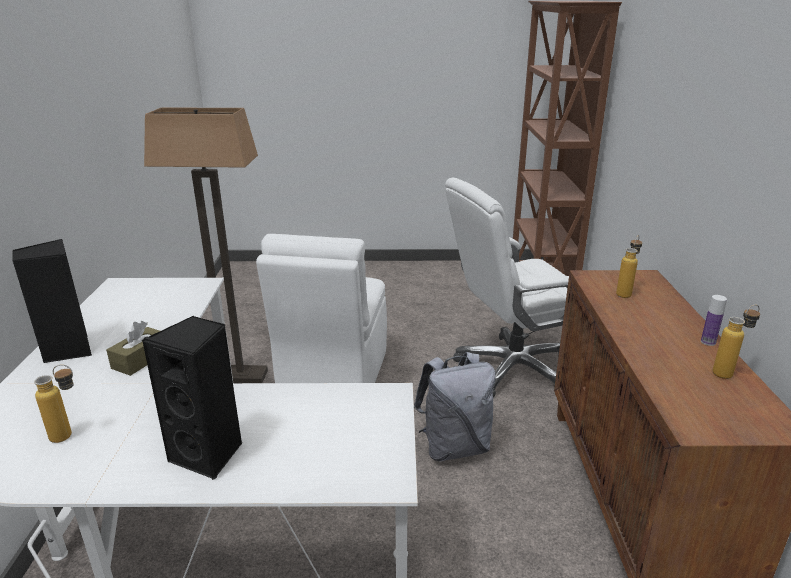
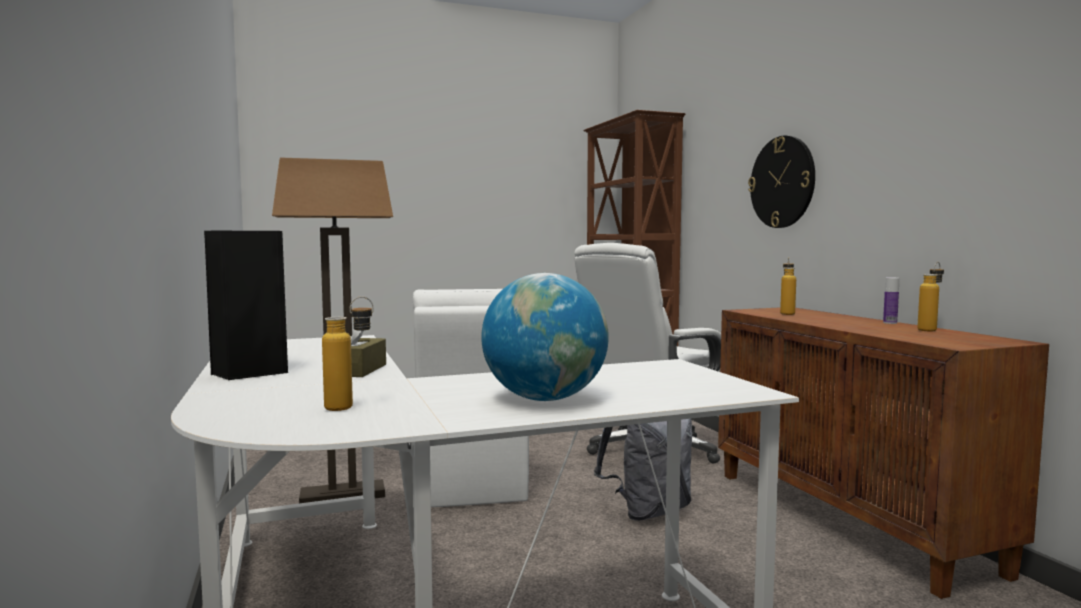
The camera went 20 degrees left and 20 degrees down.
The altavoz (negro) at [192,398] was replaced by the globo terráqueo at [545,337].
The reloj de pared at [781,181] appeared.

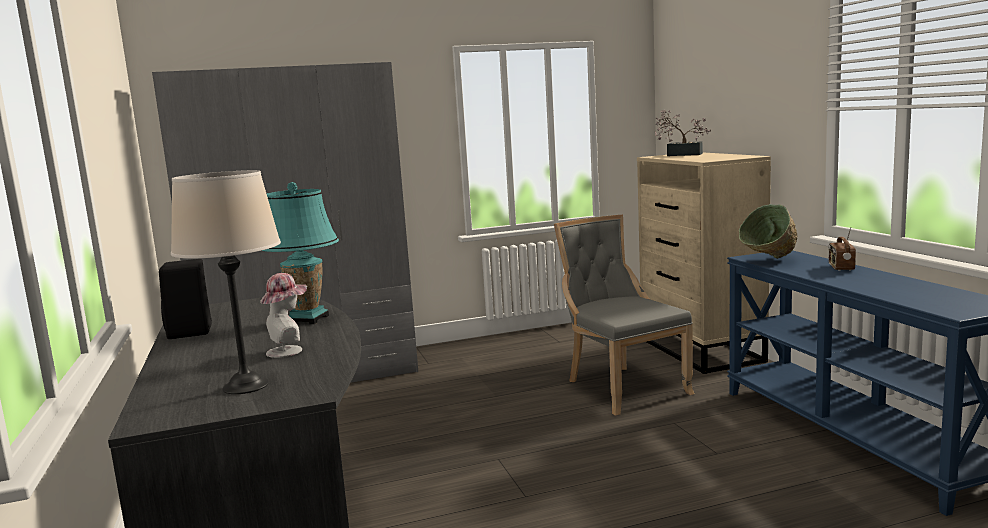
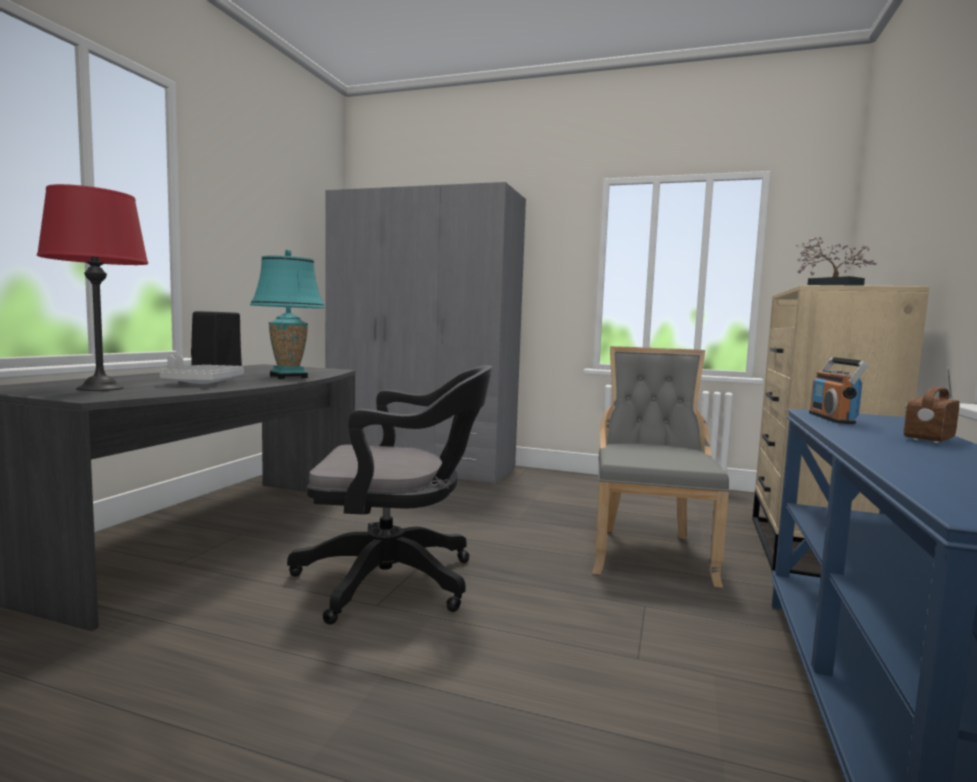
The camera went 35 degrees right and 5 degrees down.
The lámpara de mesa (beis) at [226,282] became the lámpara de mesa (rojo) at [92,287].
The cuenco (verde) at [768,231] was replaced by the radio at [839,390].
The sombrero at [283,315] was replaced by the bandeja (gris) at [201,369].
The silla de oficina (negro) at [389,495] appeared.

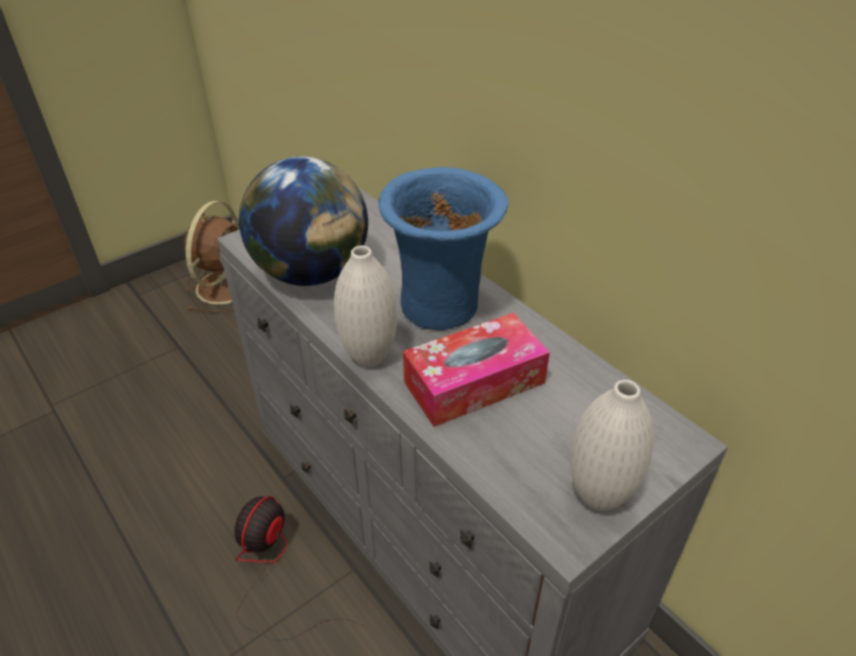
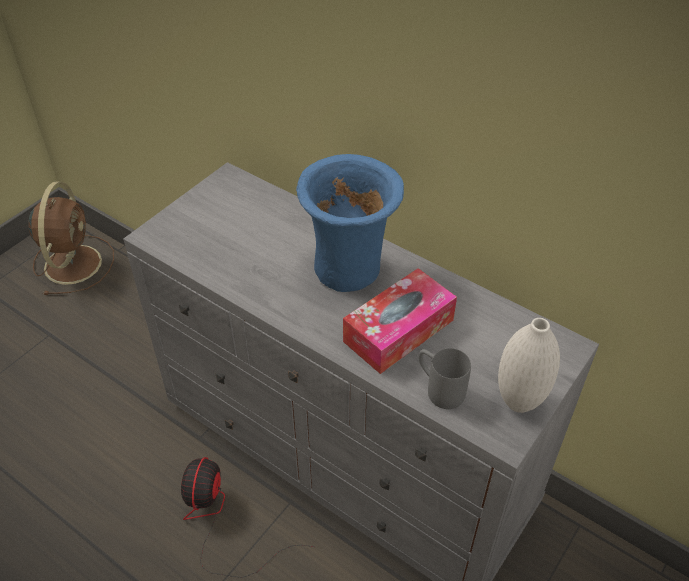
The camera went 15 degrees left and 5 degrees up.
The globo terráqueo at [303,221] disappeared.
The florero (blanco) at [365,306] disappeared.
The taza grande (gris) at [445,378] appeared.

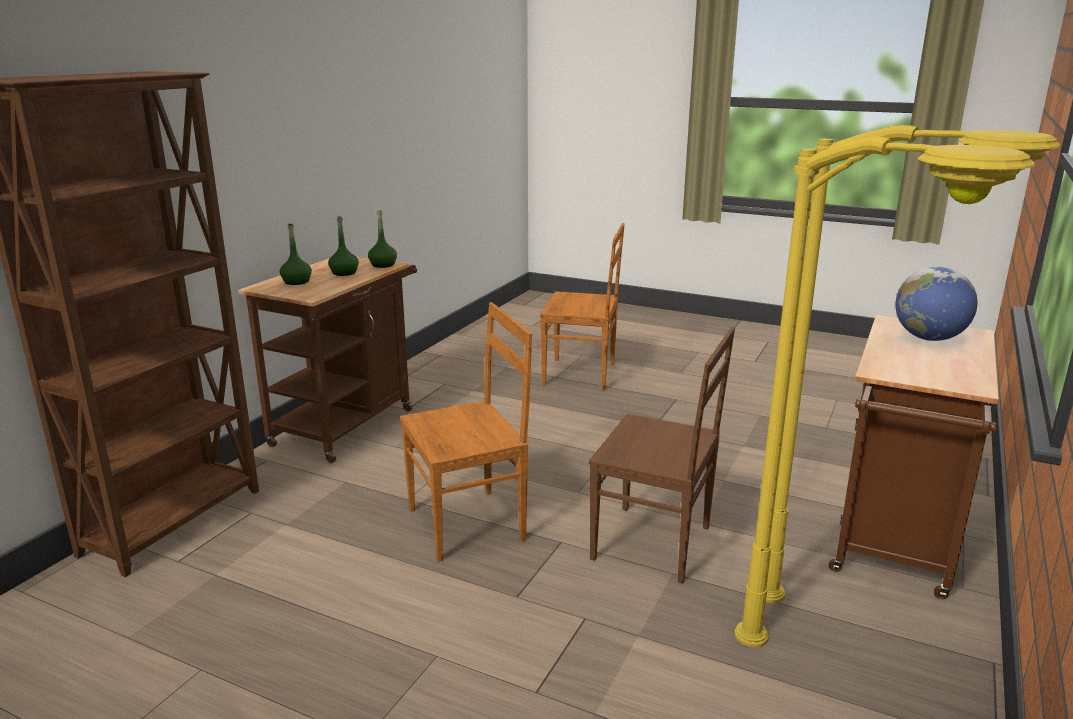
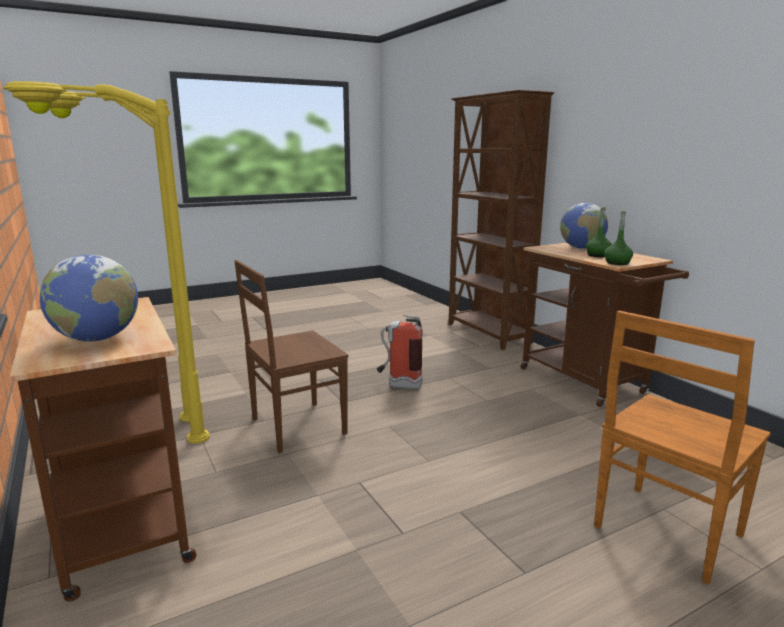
The camera went 125 degrees right and 5 degrees down.
The botella (verde) at [295,254] was replaced by the globo terráqueo at [584,226].
The silla (marrón) at [466,432] was replaced by the extintor at [400,352].

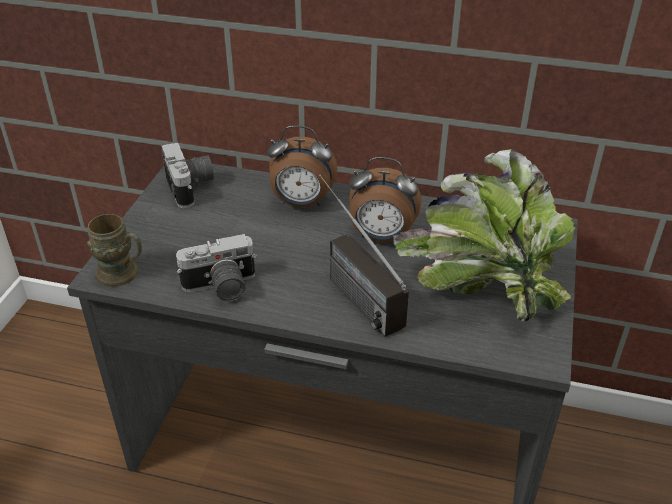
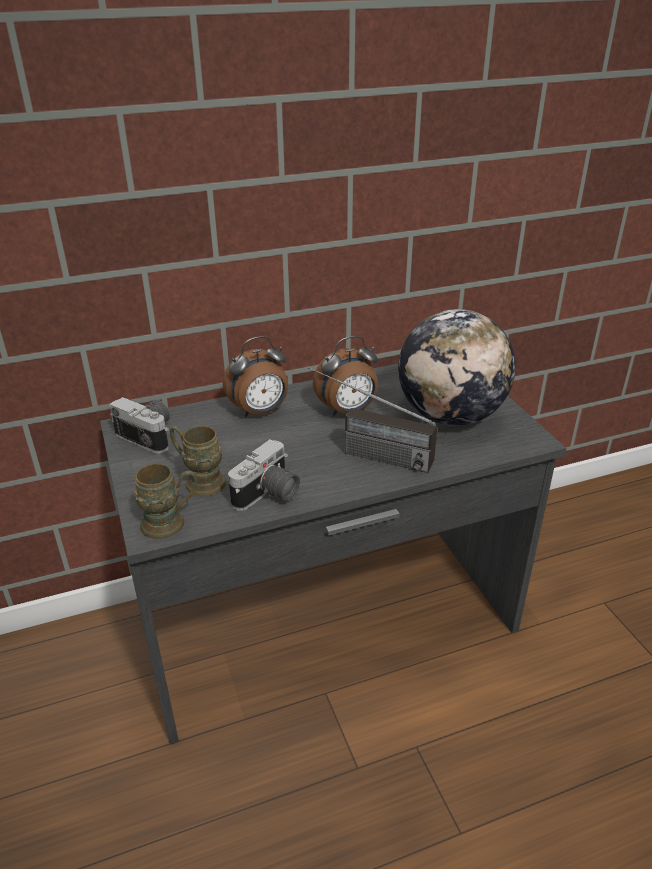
The camera went 35 degrees left and 5 degrees down.
The planta en maceta at [484,235] was replaced by the globo terráqueo at [457,367].
The taza grande (marrón) at [198,461] appeared.

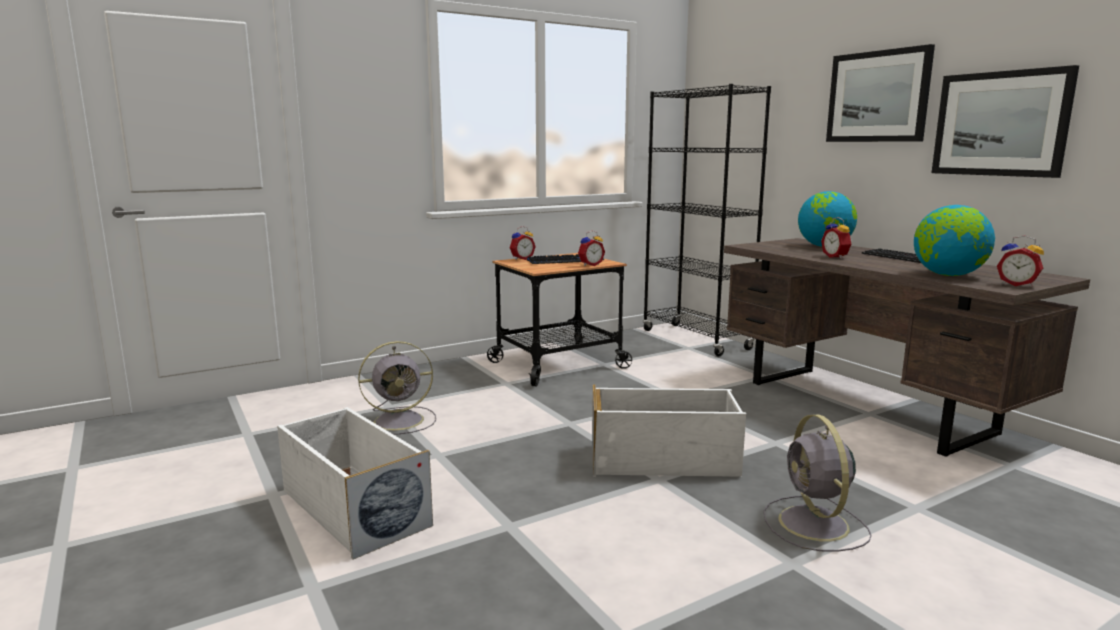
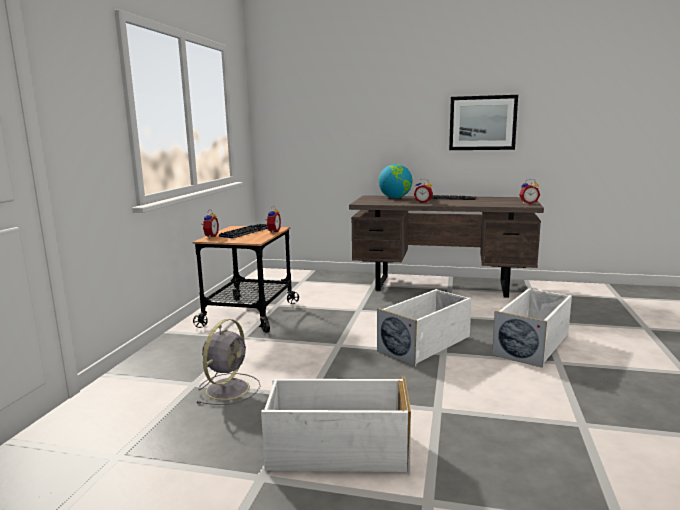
The camera went 45 degrees left and 0 degrees up.
The cuadro at [880,93] disappeared.
The estantería (negro) at [707,220] disappeared.
The globo terráqueo at [954,240] disappeared.
The ventilador (gris) at [818,483] was replaced by the caja de almacenaje (blanco) at [532,328].

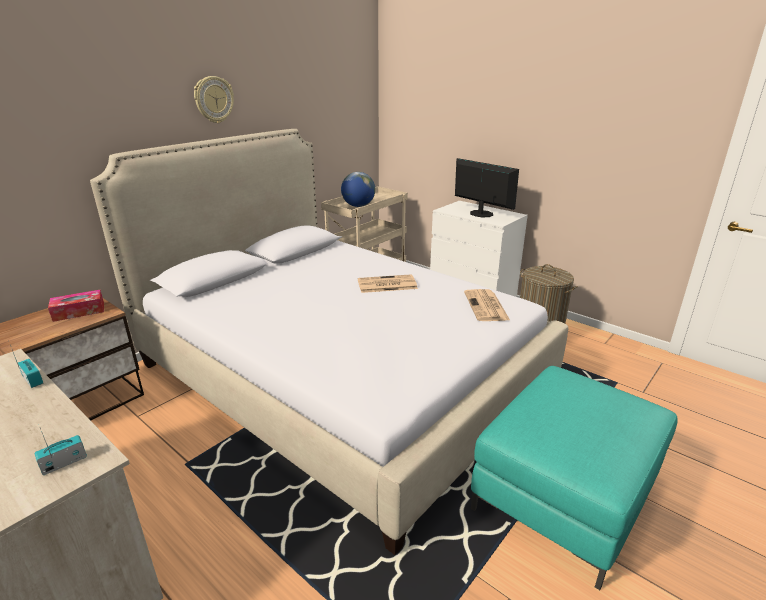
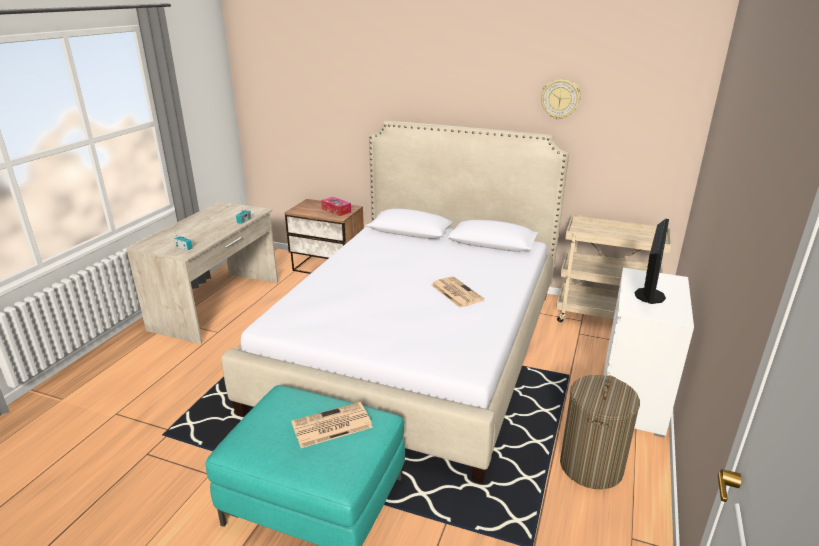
The camera went 70 degrees right and 0 degrees up.
The reloj de pared moved from [214,99] to [561,99].
The globo terráqueo at [358,189] disappeared.
The periódico moved from [487,305] to [332,425].

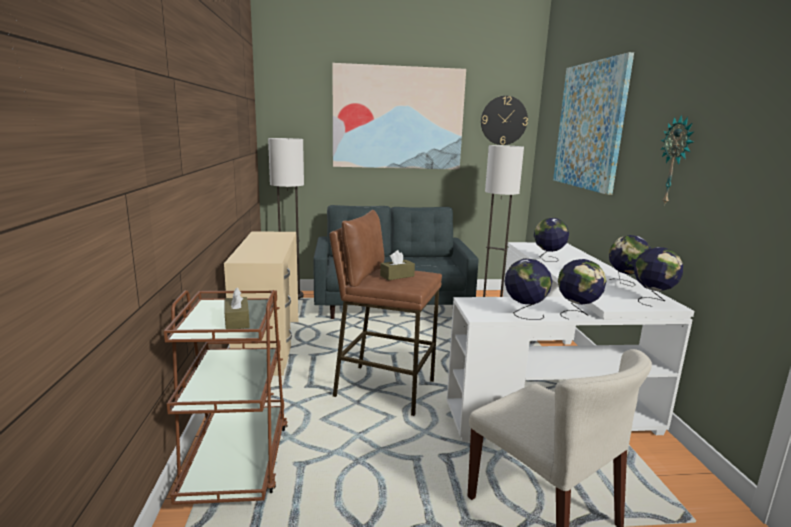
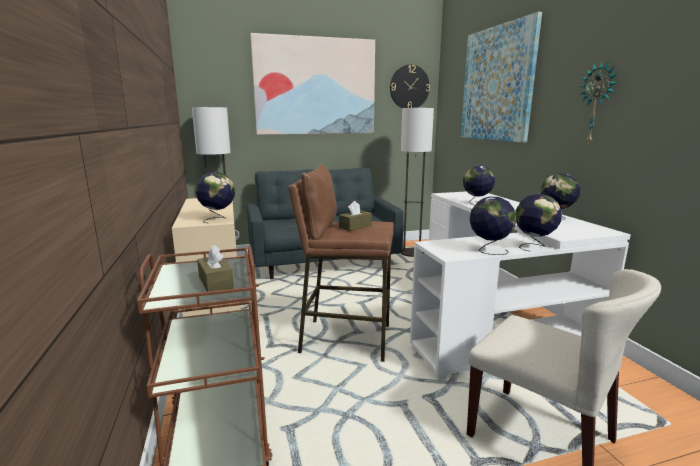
The camera went 10 degrees left and 0 degrees up.
The globo terráqueo moved from [658,277] to [215,197].

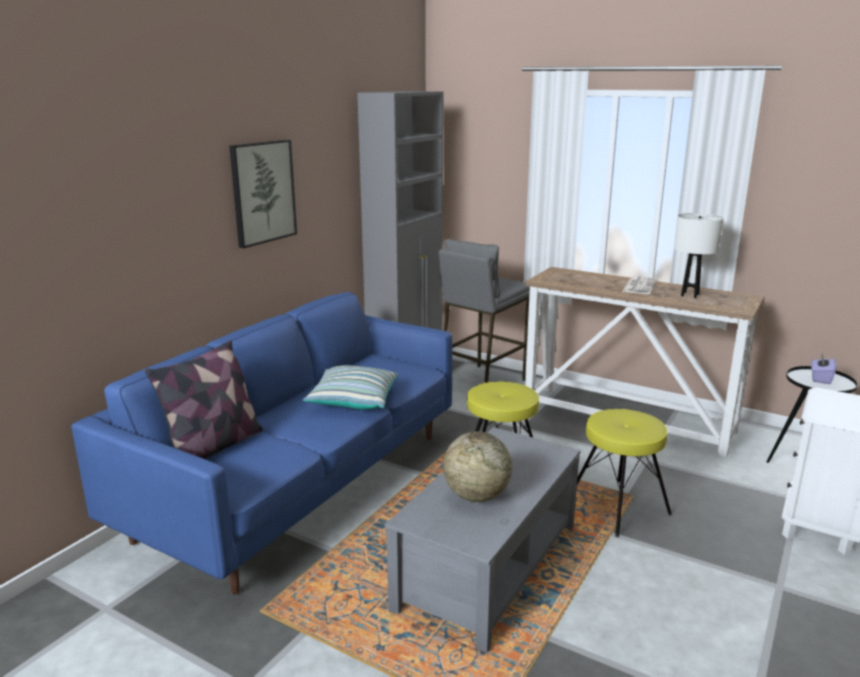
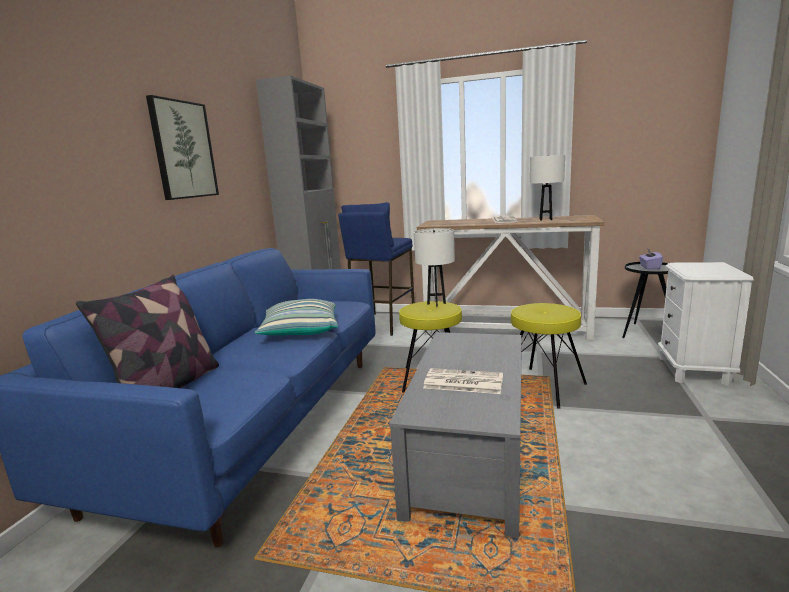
The camera went 15 degrees left and 5 degrees down.
The taburete (gris) at [484,311] became the taburete (azul) at [376,269].
The globo terráqueo at [477,466] was replaced by the periódico at [463,381].
The lámpara de mesa (blanco) at [434,267] appeared.

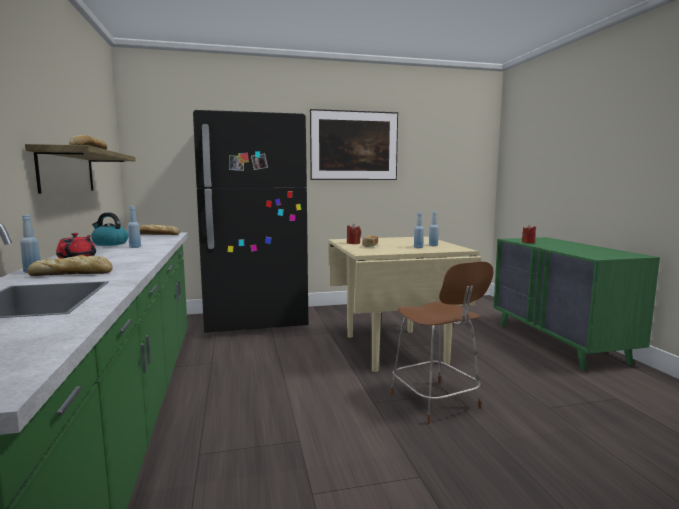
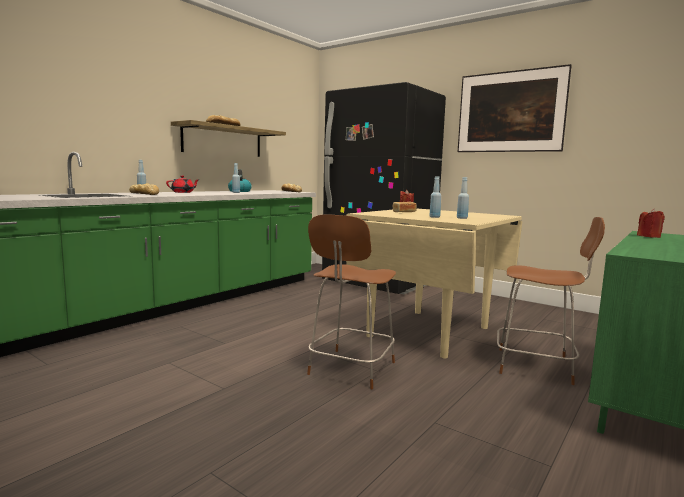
The camera went 50 degrees right and 0 degrees up.
The silla (marrón) at [551,301] appeared.

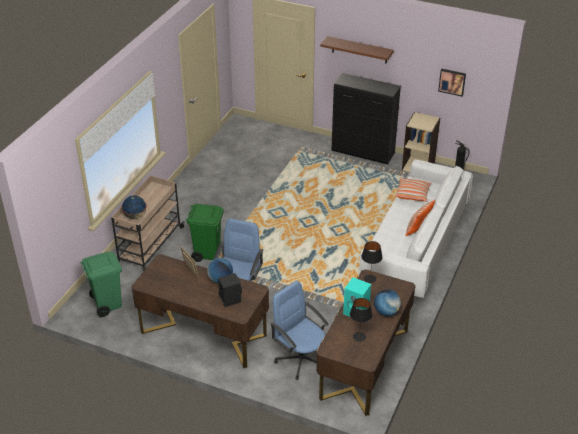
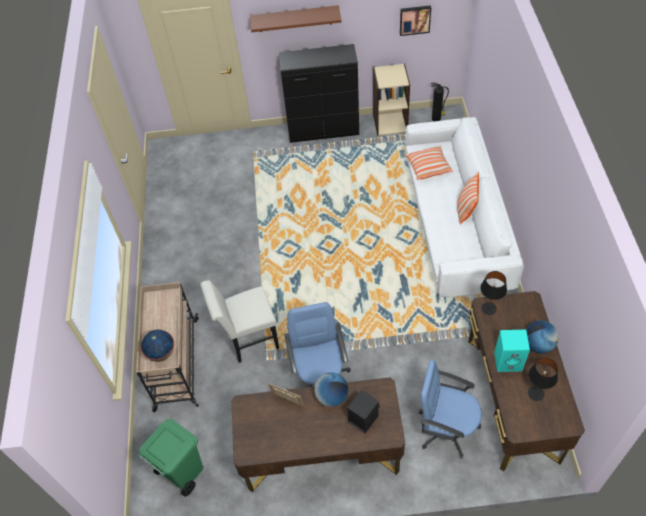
The camera went 25 degrees left and 15 degrees up.
The papelera (verde) at [204,233] was replaced by the silla (blanco) at [239,321].

